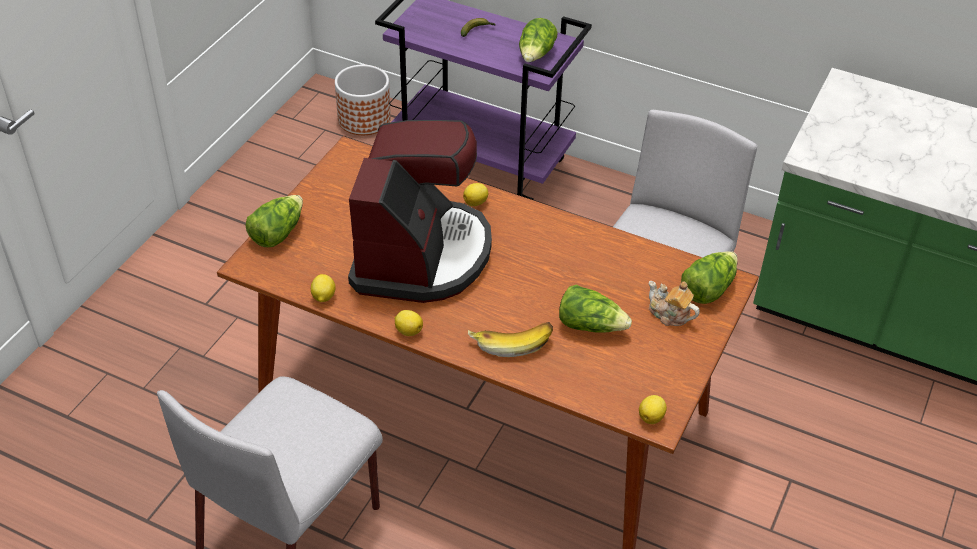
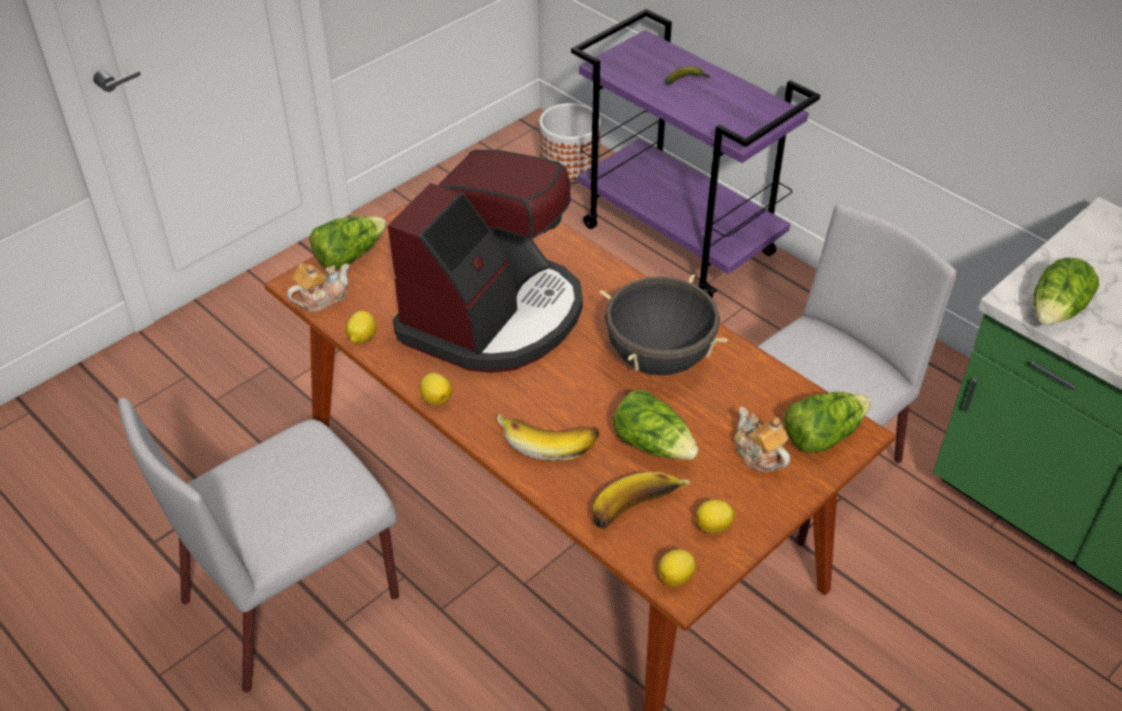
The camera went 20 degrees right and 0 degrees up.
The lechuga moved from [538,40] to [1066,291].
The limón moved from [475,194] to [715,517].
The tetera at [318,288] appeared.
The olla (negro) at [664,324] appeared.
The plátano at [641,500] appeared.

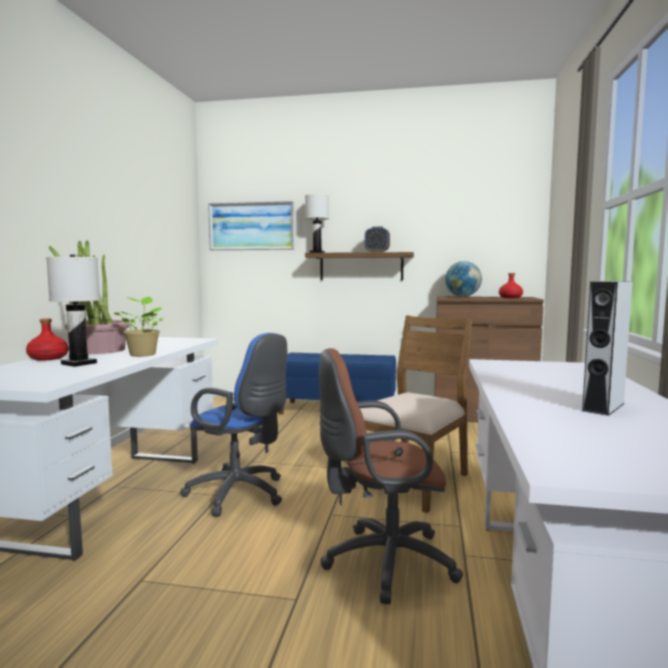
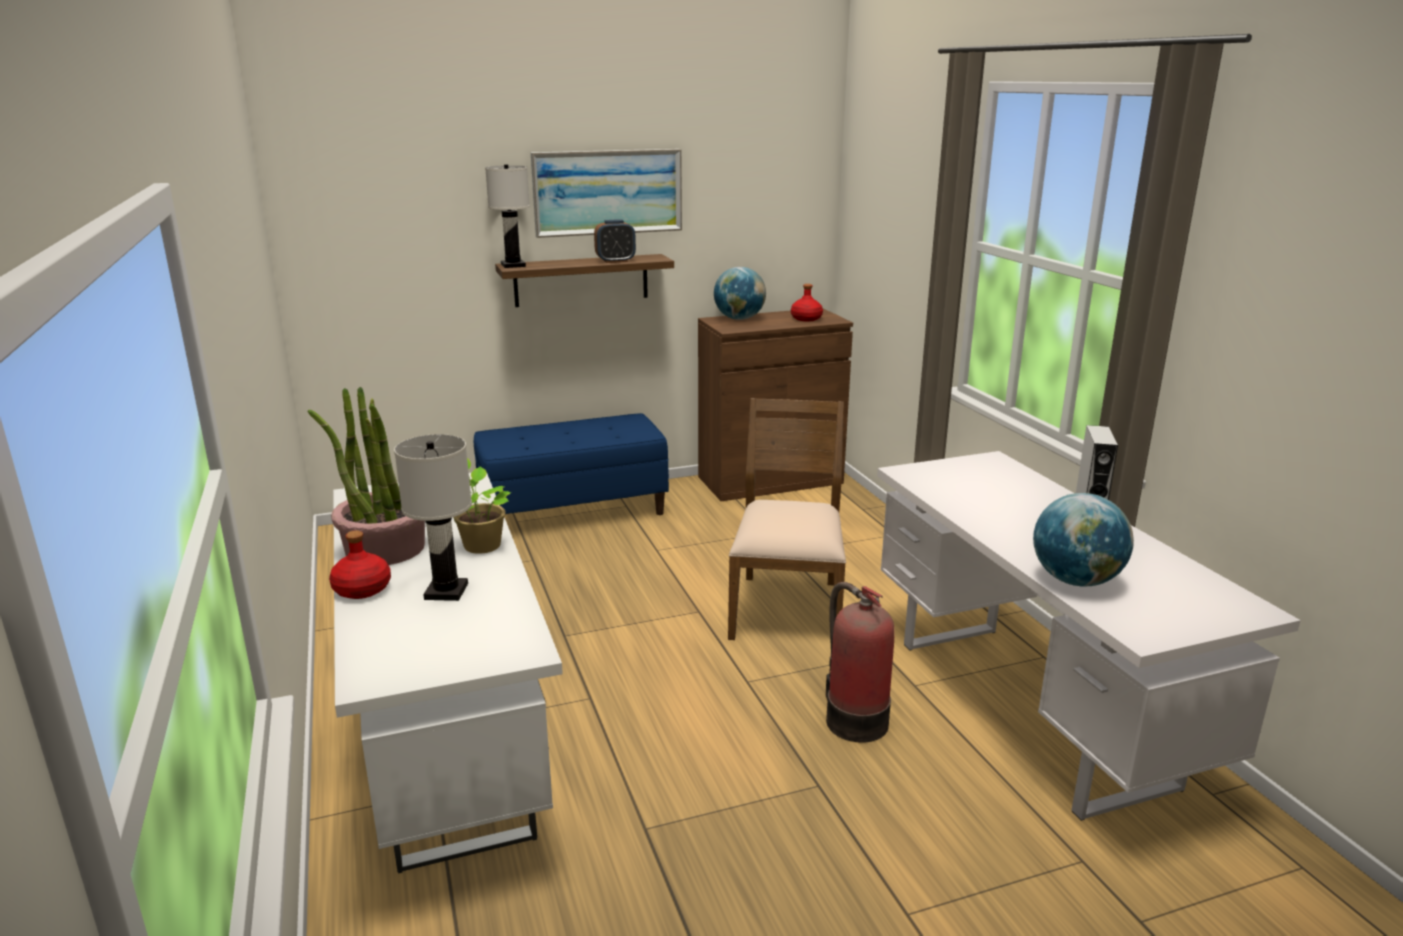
The camera went 30 degrees left and 15 degrees up.
The cuadro moved from [251,225] to [606,193].
The silla de oficina (azul) at [233,425] disappeared.
The silla de oficina (marrón) at [391,476] was replaced by the extintor at [860,662].
The globo terráqueo at [1083,540] appeared.

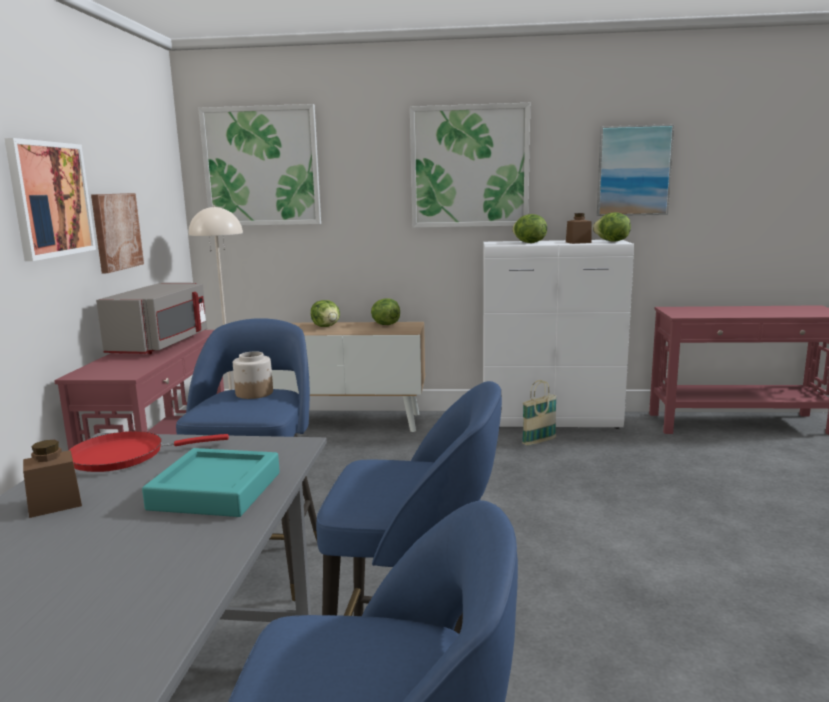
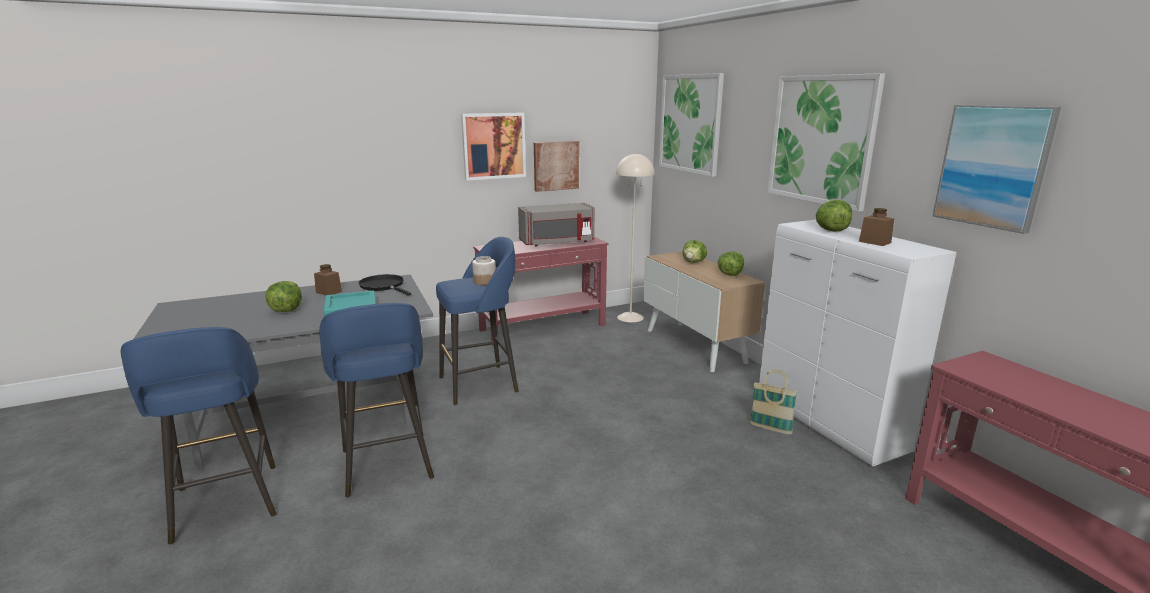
The camera went 60 degrees right and 5 degrees up.
The lechuga moved from [612,227] to [284,296].
The sartén (rojo) at [148,451] became the sartén (negro) at [384,284].

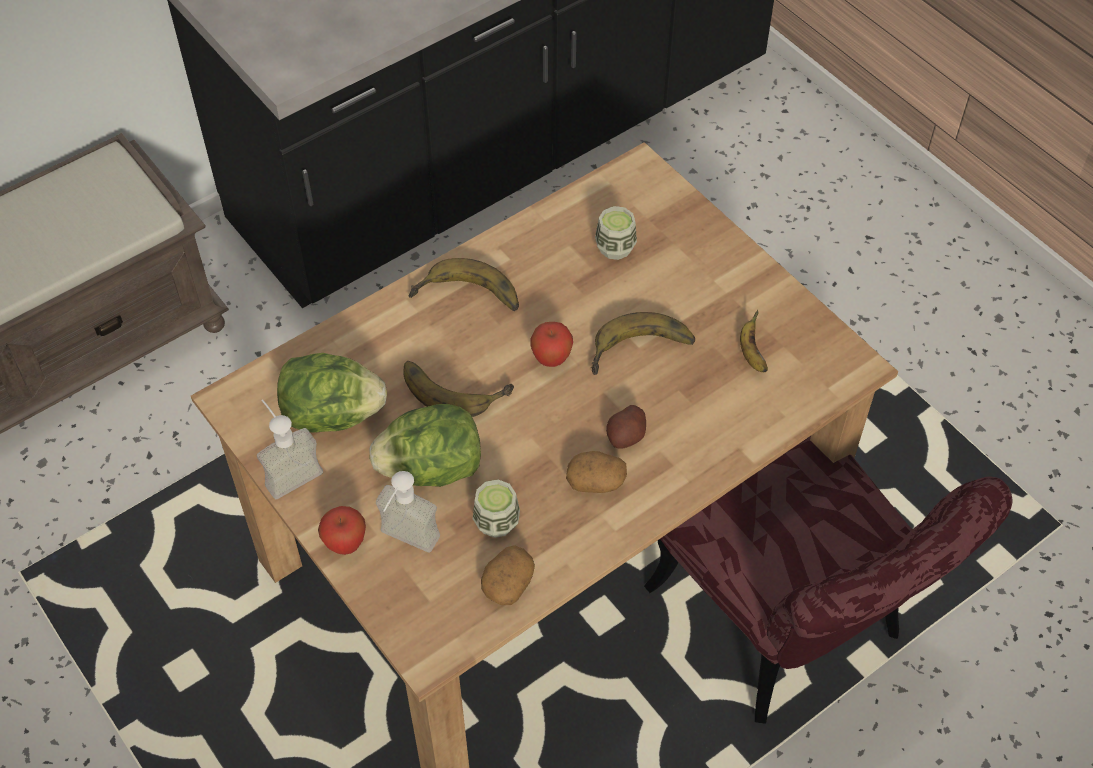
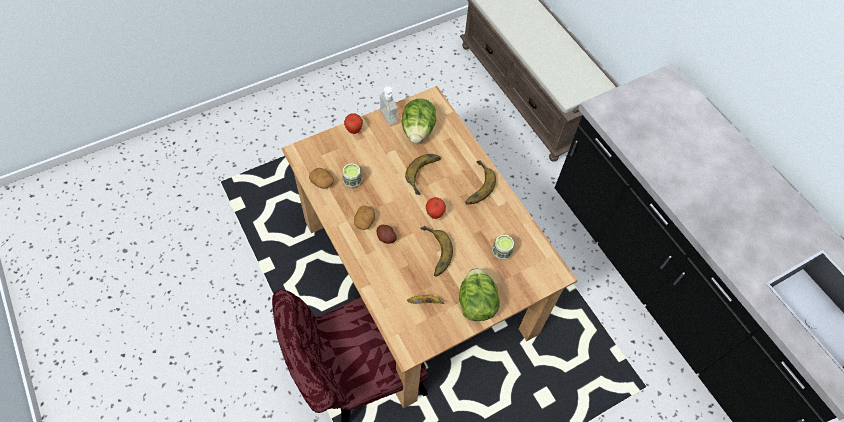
The camera went 95 degrees right and 5 degrees up.
The lechuga moved from [425,445] to [479,294].
The dispensador de jabón at [408,511] disappeared.

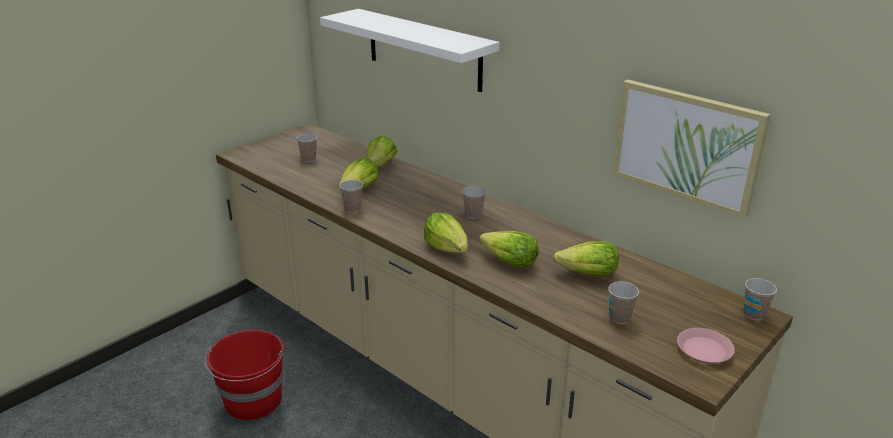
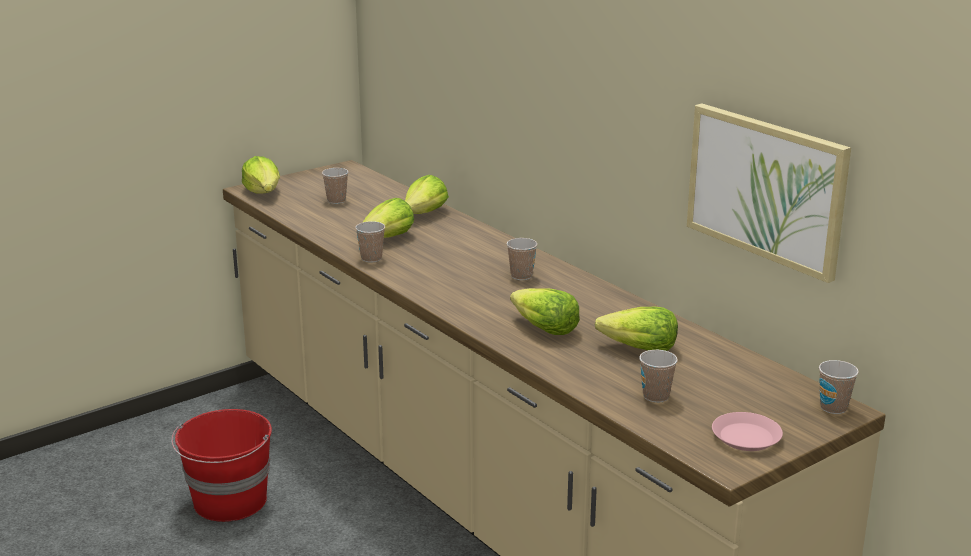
The camera went 10 degrees right and 5 degrees down.
The estante (blanco) at [410,50] disappeared.
The lechuga moved from [446,233] to [261,175].

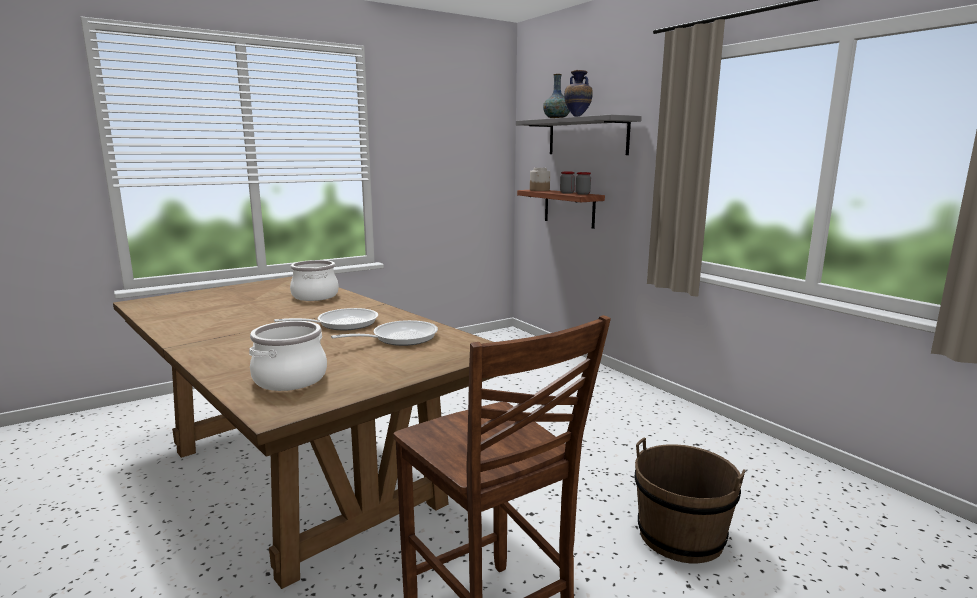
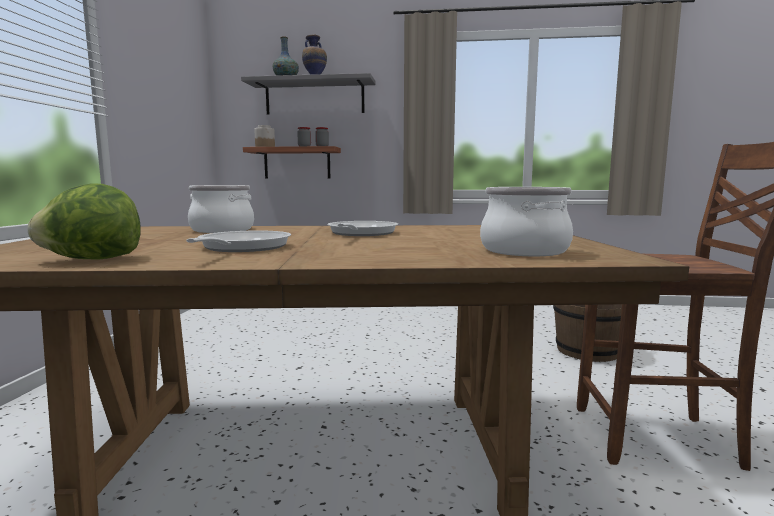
The camera went 50 degrees left and 5 degrees down.
The sartén moved from [384,333] to [238,241].
The lechuga at [84,221] appeared.

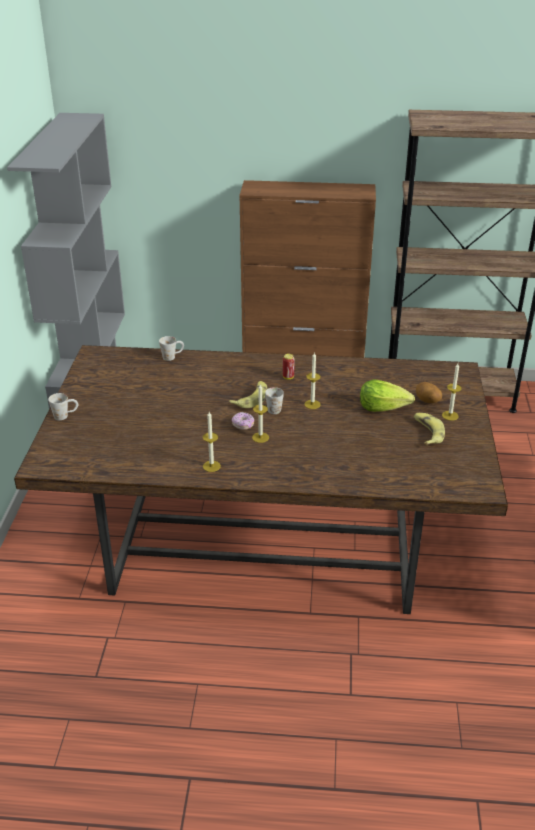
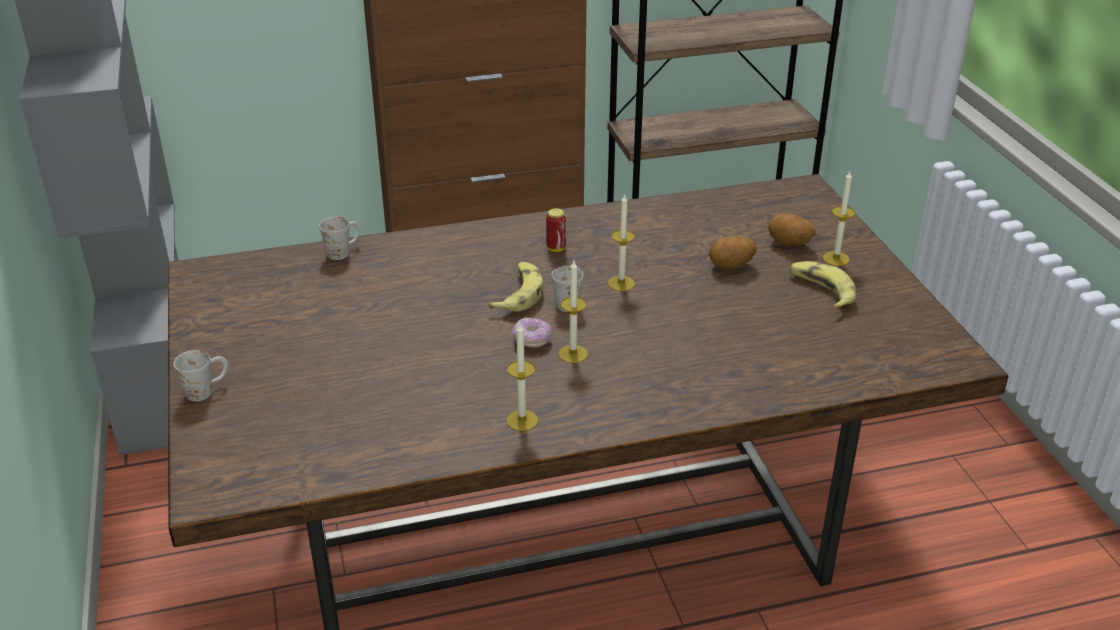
The camera went 20 degrees left and 0 degrees up.
The lechuga at [387,395] was replaced by the patata at [733,252].

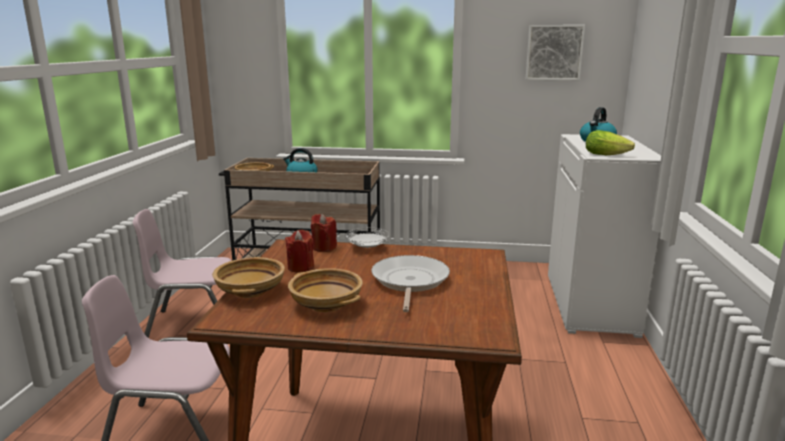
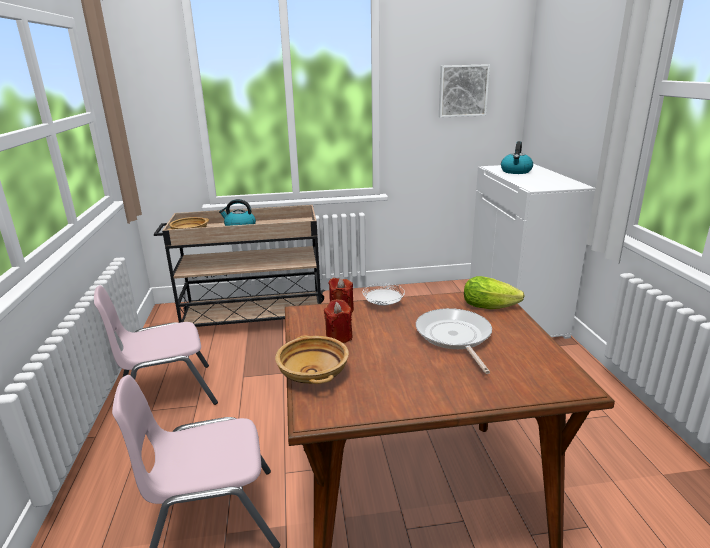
The camera went 15 degrees left and 5 degrees up.
The lechuga moved from [610,142] to [494,292].
The cuenco (beis) at [325,290] disappeared.

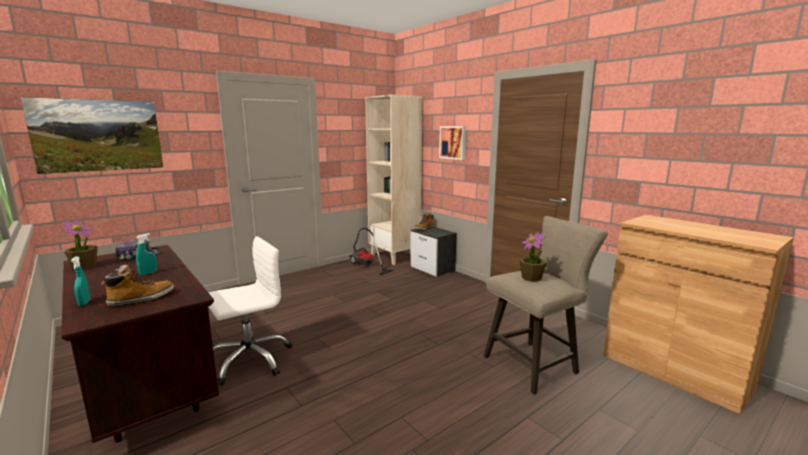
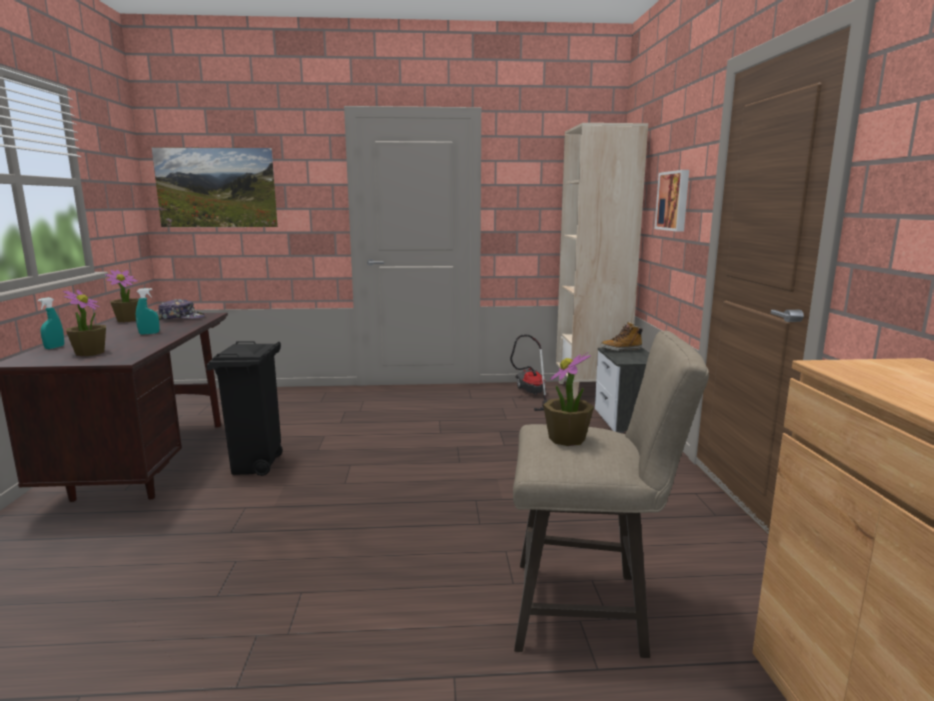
The camera went 35 degrees right and 0 degrees up.
The silla de oficina (blanco) at [250,311] was replaced by the papelera (negro) at [244,408].
The bota at [137,285] was replaced by the planta en maceta at [84,323].

